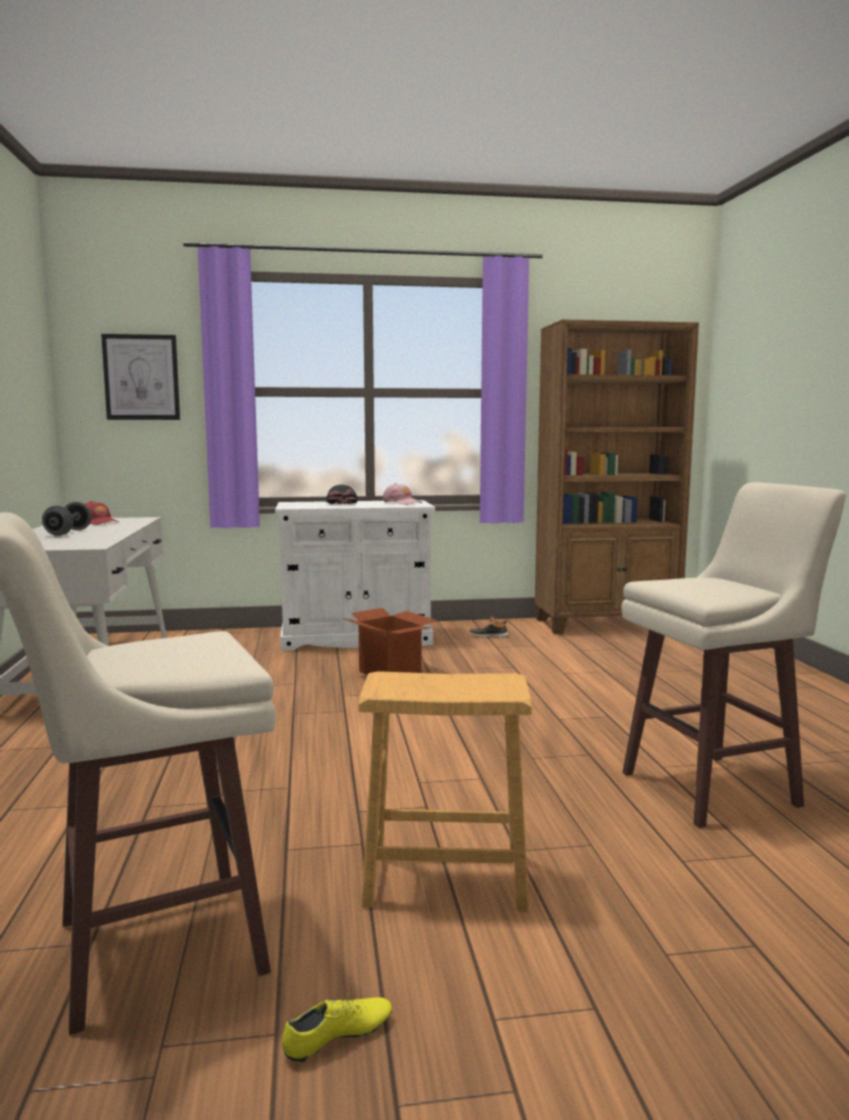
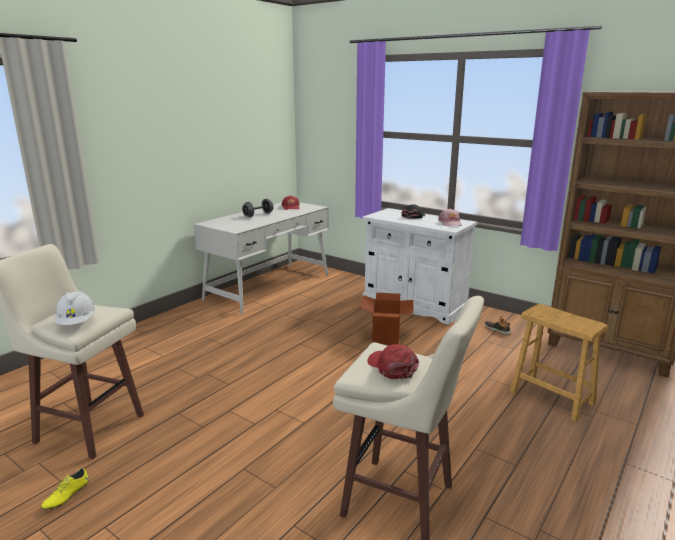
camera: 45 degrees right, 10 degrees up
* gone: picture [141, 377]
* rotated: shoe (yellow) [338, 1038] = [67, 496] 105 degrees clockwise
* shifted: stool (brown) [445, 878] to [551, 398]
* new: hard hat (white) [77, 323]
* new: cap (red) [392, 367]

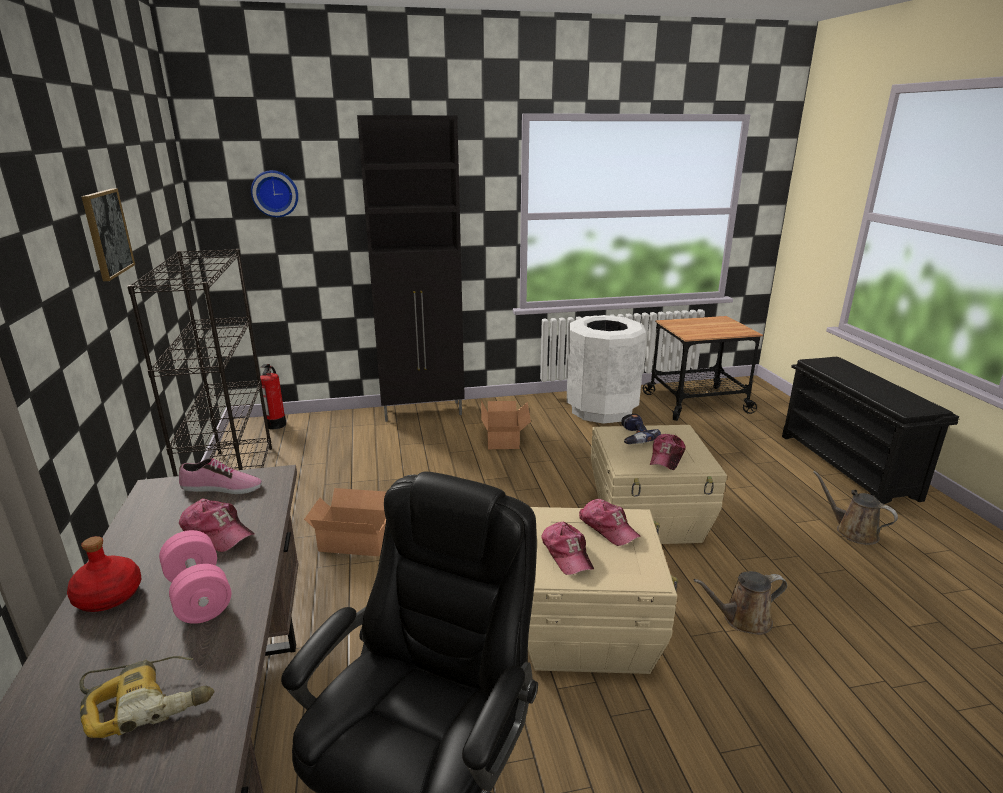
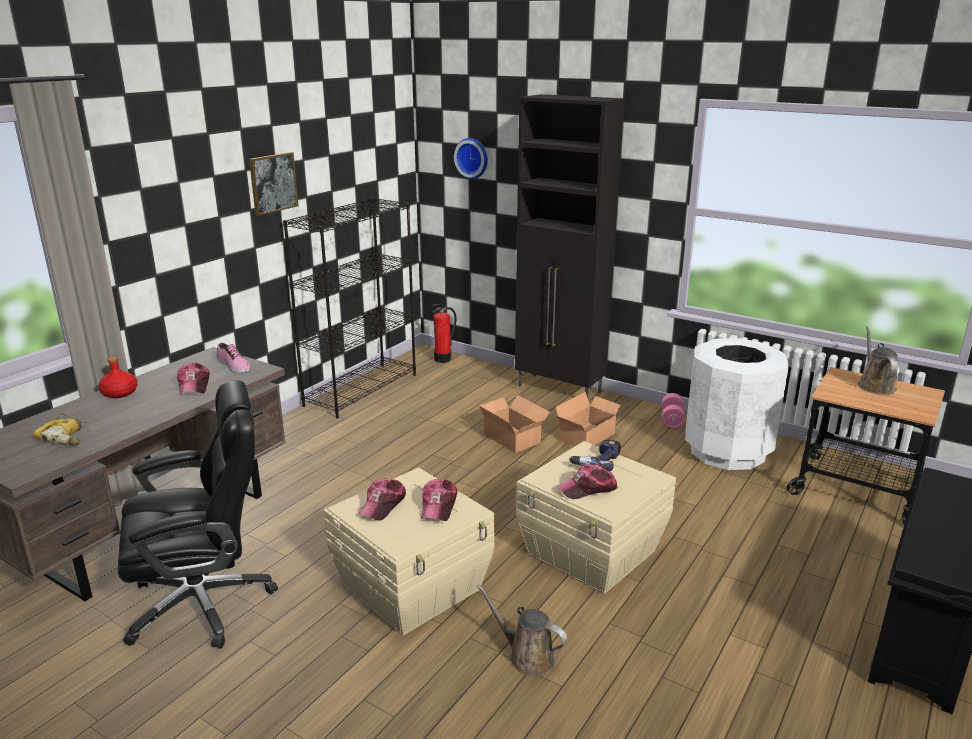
camera: 45 degrees right, 0 degrees up
* shifted: dumbbell (pink) [199, 594] to [672, 420]
* shifted: cardboard box [355, 539] to [513, 437]
* shifted: watering can (brown) [852, 531] to [875, 385]

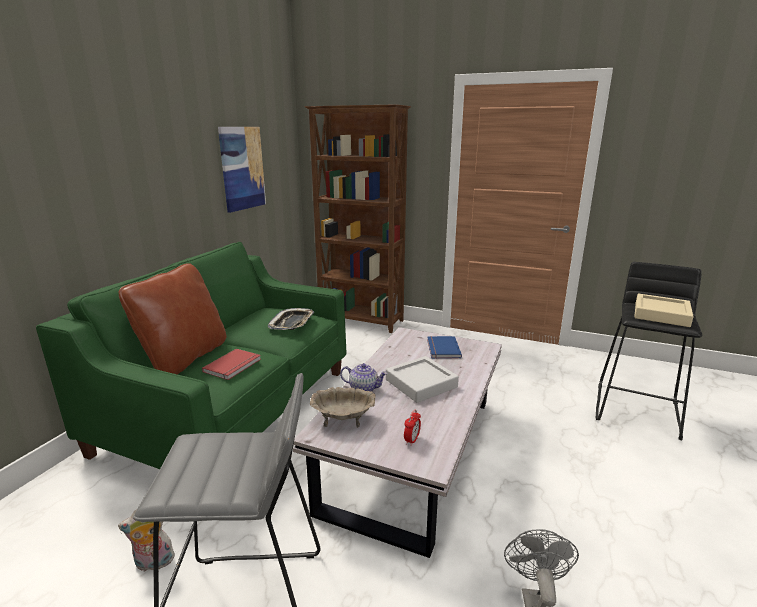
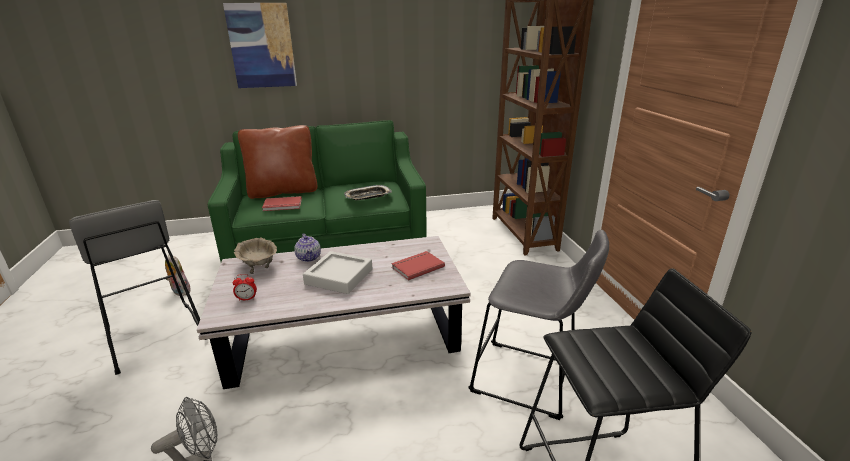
camera: 55 degrees right, 5 degrees up
* shifted: picture [242, 168] to [262, 46]
* repainted: book (blue) [442, 349] to book (red) [417, 266]
* gone: tray (beige) [661, 314]
* new: stool (grey) [529, 380]

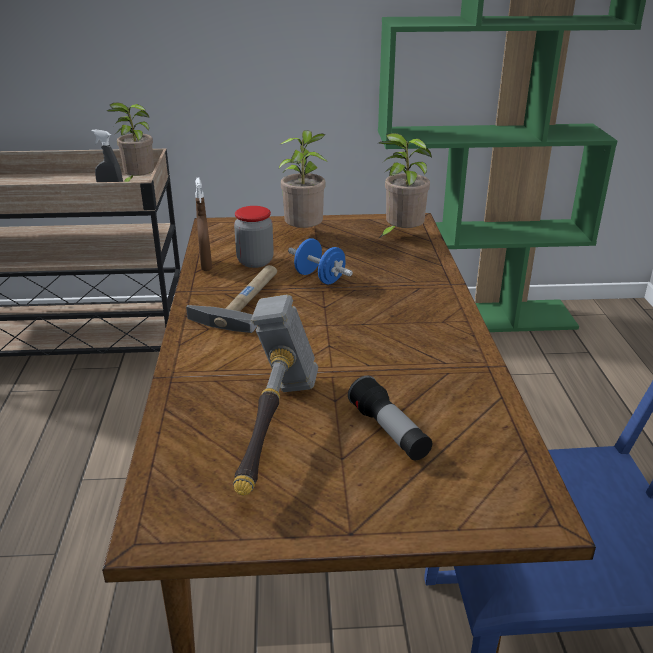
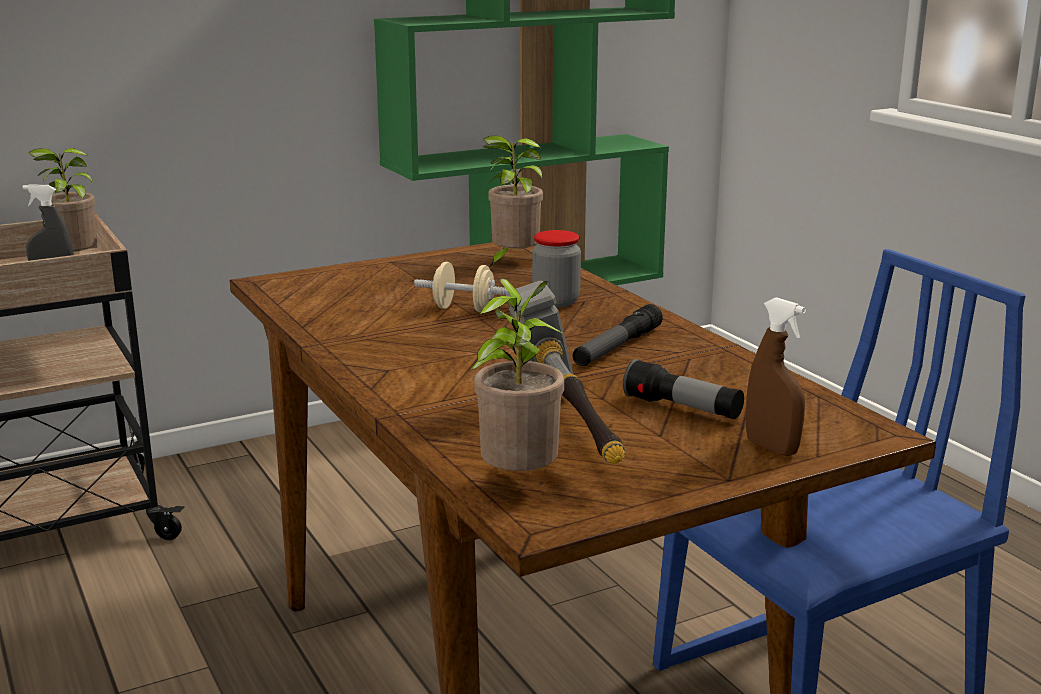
camera: 25 degrees left, 10 degrees down
* gone: hammer [244, 300]
* shifted: spray bottle (brown) [206, 265] to [771, 447]
* shifted: jar [255, 261] to [556, 302]
* shifted: potted plant [305, 234] to [518, 481]
* repainted: dumbbell (blue) [320, 278] to dumbbell (beige) [464, 309]
* new: flashlight [617, 347]

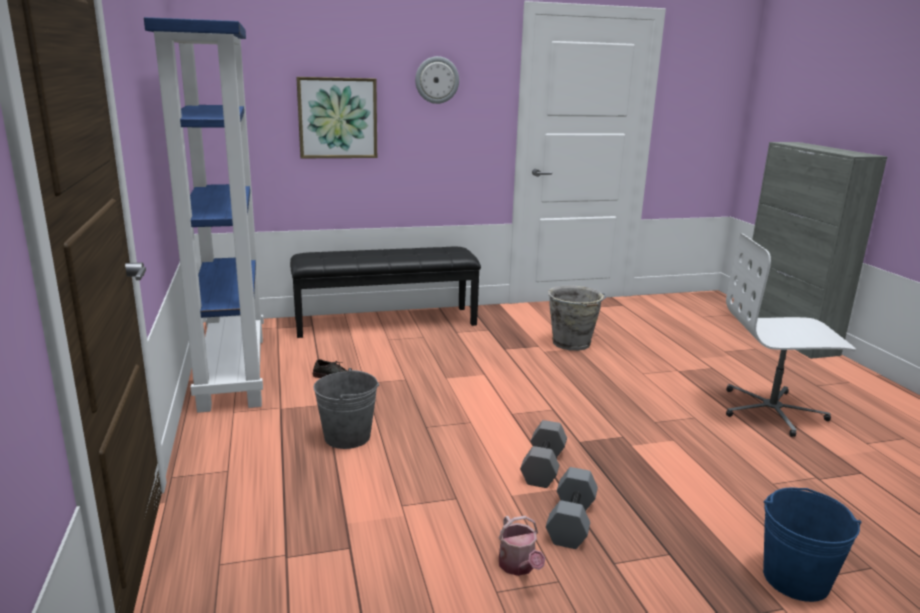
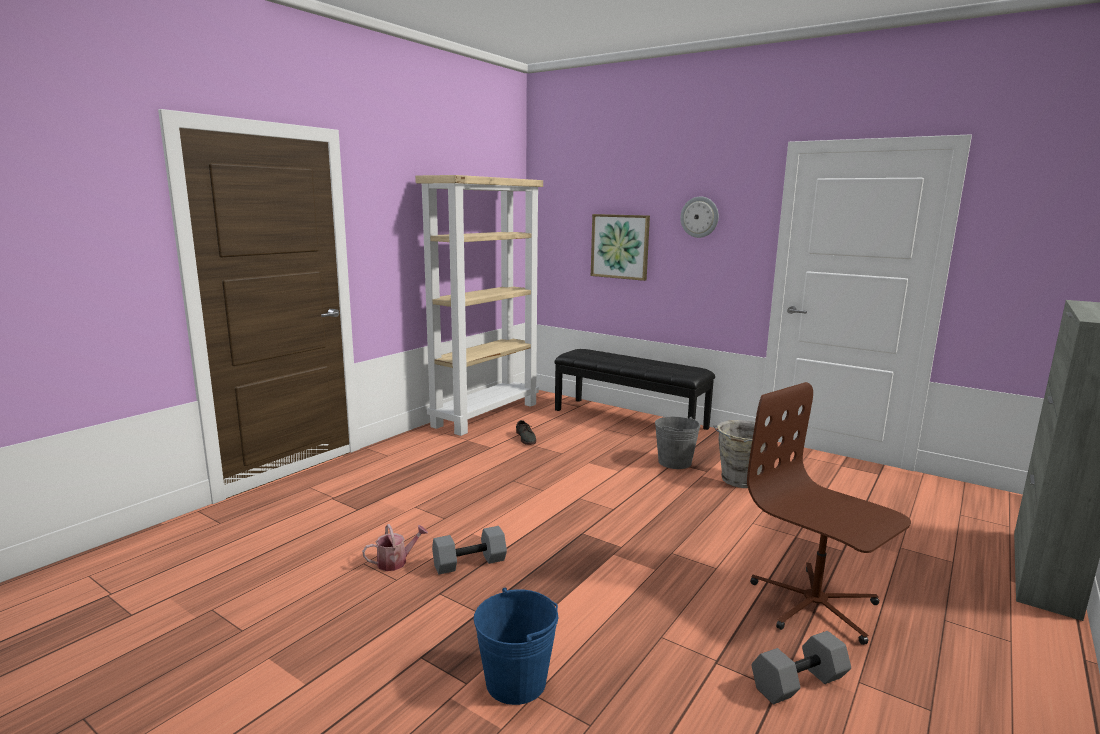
camera: 50 degrees right, 5 degrees down
* repainted: bookcase (blue) [232, 370] to bookcase (beige) [486, 414]
* shifted: bucket (grey) [347, 437] to [674, 462]
* rotated: watering can [519, 566] = [396, 562] 150 degrees counterclockwise
* shifted: dumbbell (grey) [544, 467] to [799, 684]
* repainted: office chair (white) [772, 411] to office chair (brown) [814, 605]

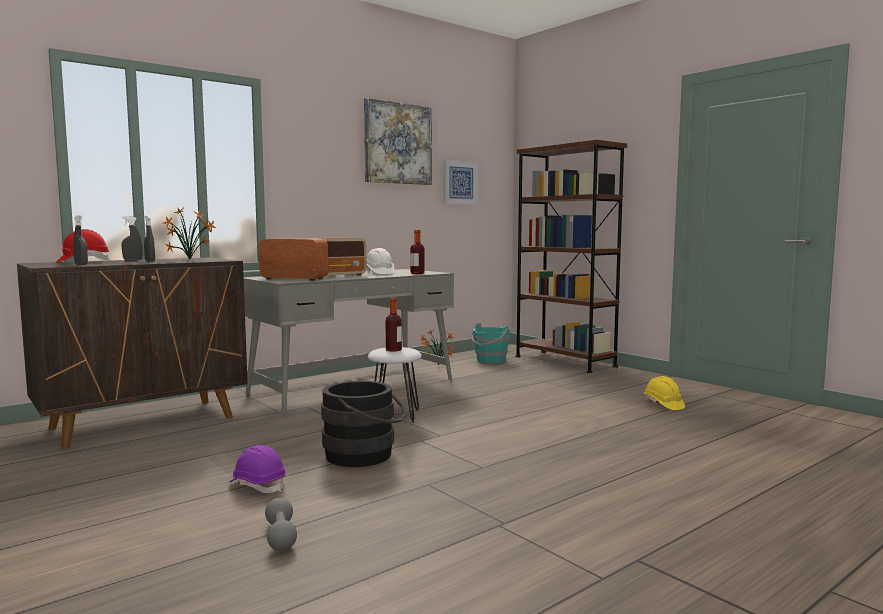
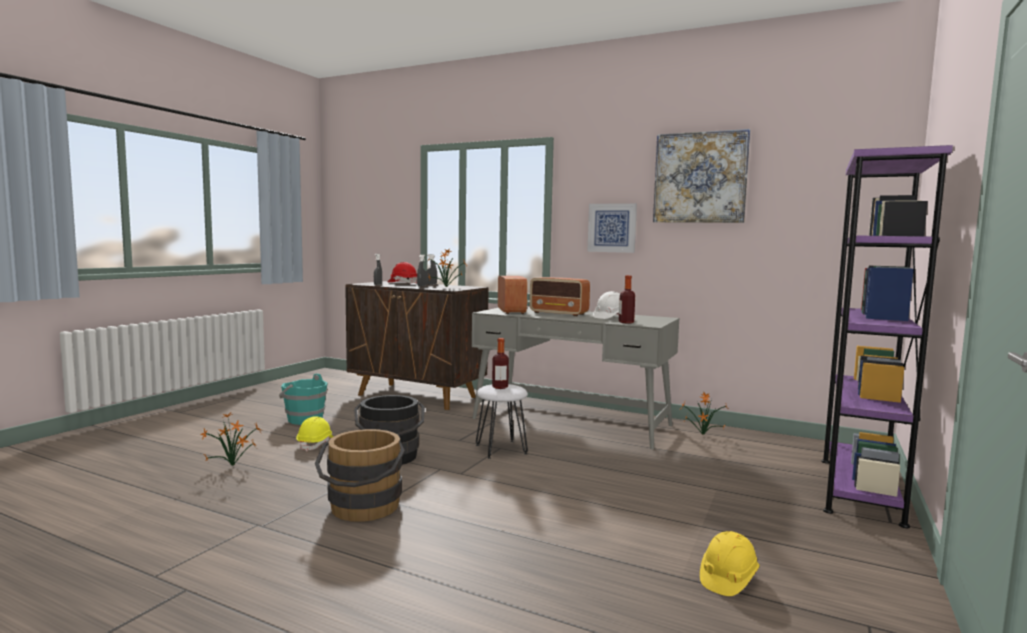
camera: 65 degrees right, 0 degrees up
* repainted: hard hat (purple) [258, 485] to hard hat (yellow) [316, 444]
* swapped: dumbbell (grey) [280, 536] to potted plant [234, 466]
* shifted: picture [459, 182] to [612, 228]
* shifted: bucket (turquoise) [490, 360] to [304, 419]
* repainted: bookcase (brown) [564, 361] to bookcase (purple) [859, 490]
* new: bucket (brown) [362, 509]

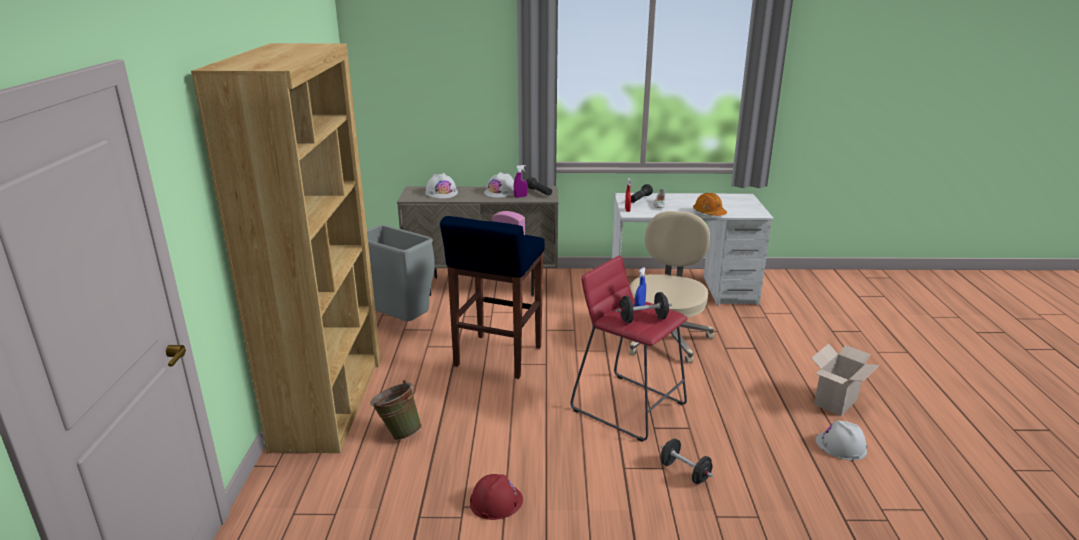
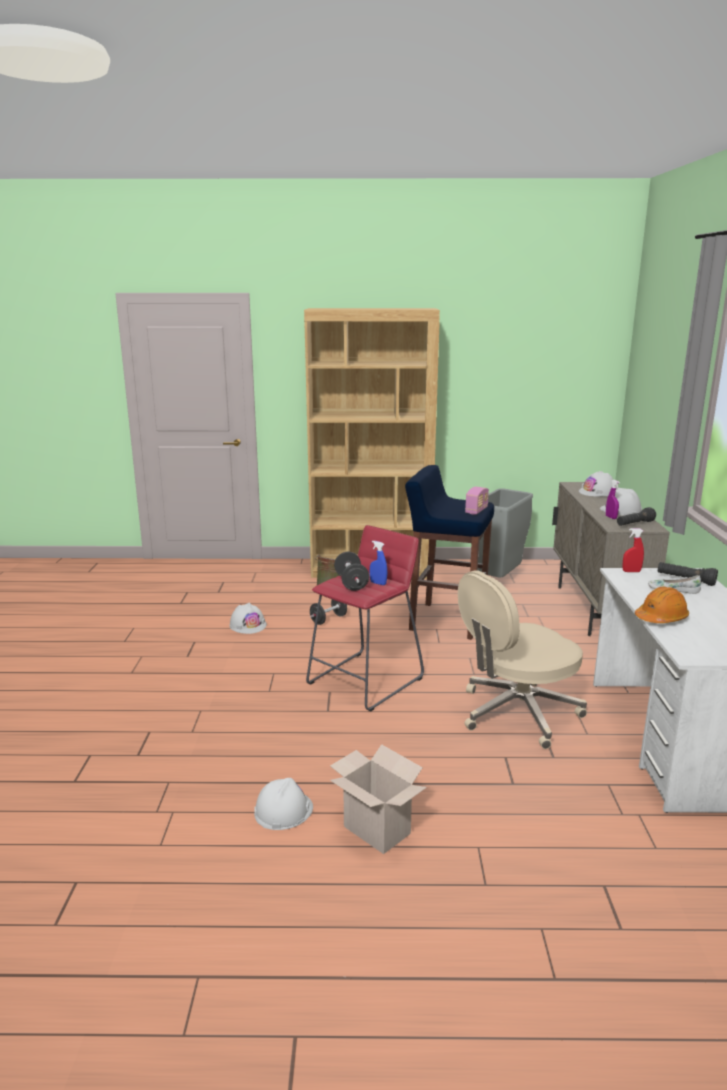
camera: 90 degrees right, 5 degrees down
* repainted: hard hat (red) [496, 501] to hard hat (white) [248, 625]
* rotated: office chair (beige) [665, 338] = [516, 713] 135 degrees clockwise
* shifted: dumbbell (black) [684, 472] to [328, 619]

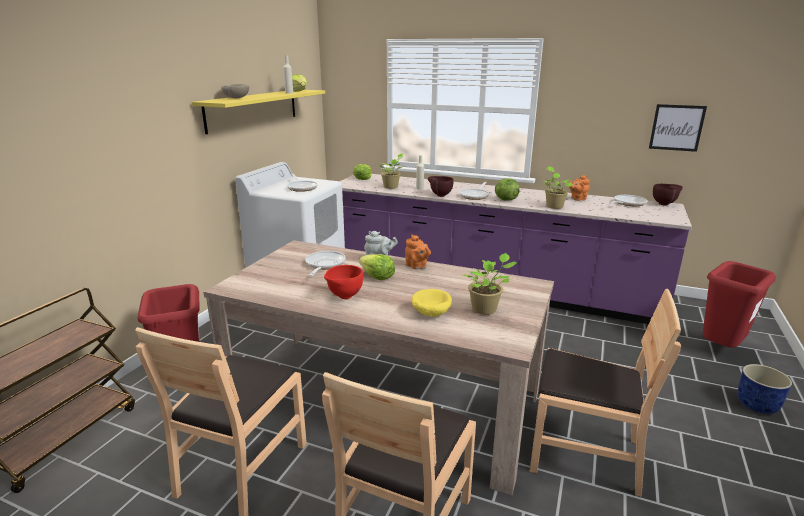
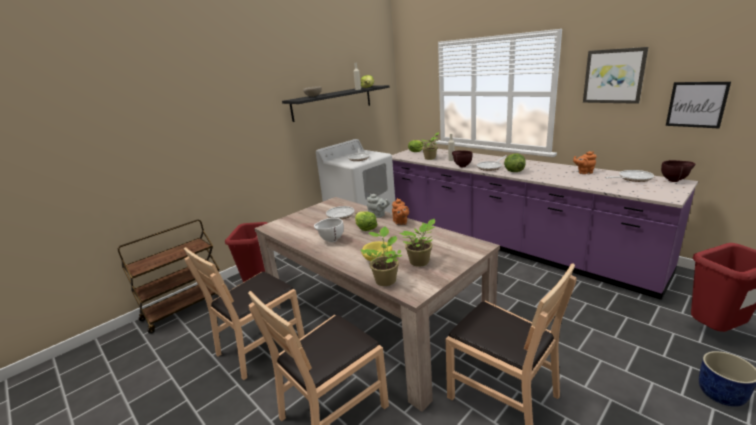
camera: 25 degrees right, 0 degrees up
* repainted: shelf (yellow) [253, 109] to shelf (black) [332, 102]
* repainted: bowl (red) [344, 297] to bowl (white) [331, 241]
* shifted: potted plant [553, 206] to [385, 280]
* new: picture [613, 76]

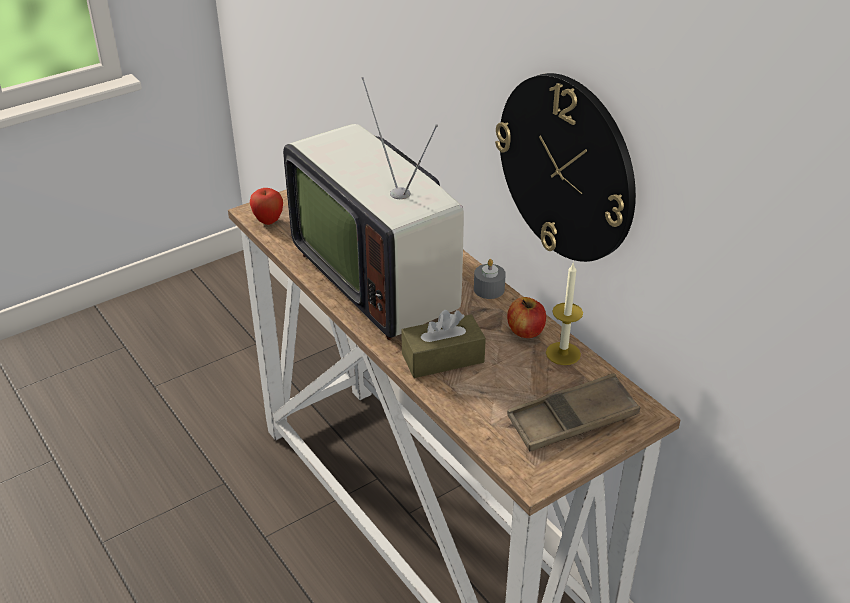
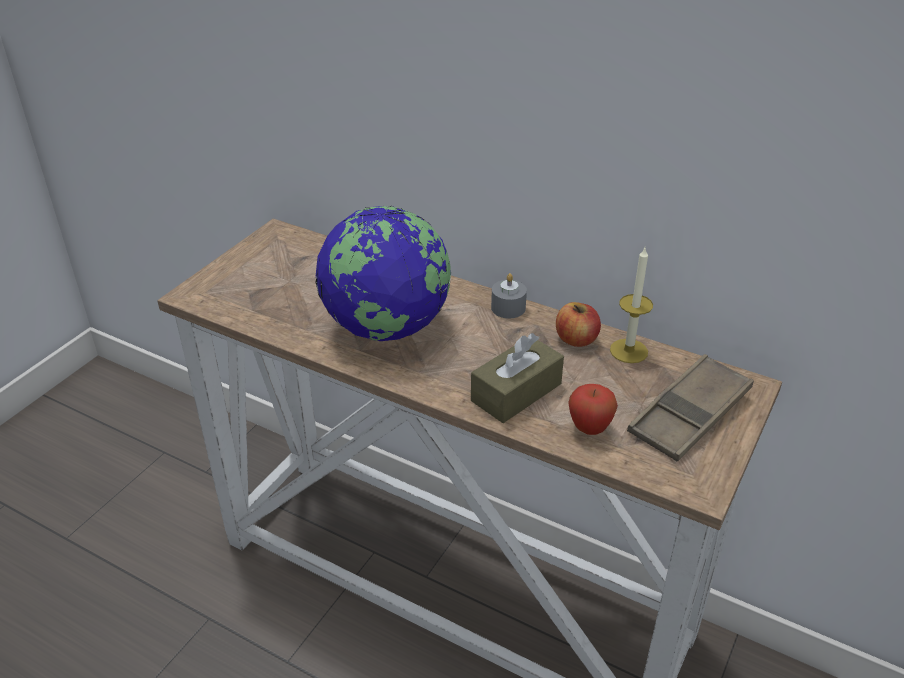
camera: 25 degrees left, 0 degrees up
* shifted: apple [268, 221] to [589, 429]
* swapped: television [380, 277] to globe [387, 327]
* gone: wall clock [566, 168]

